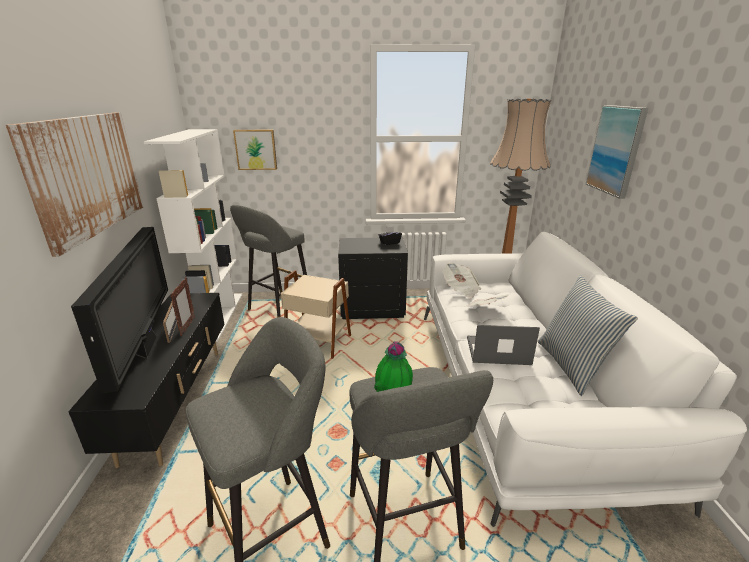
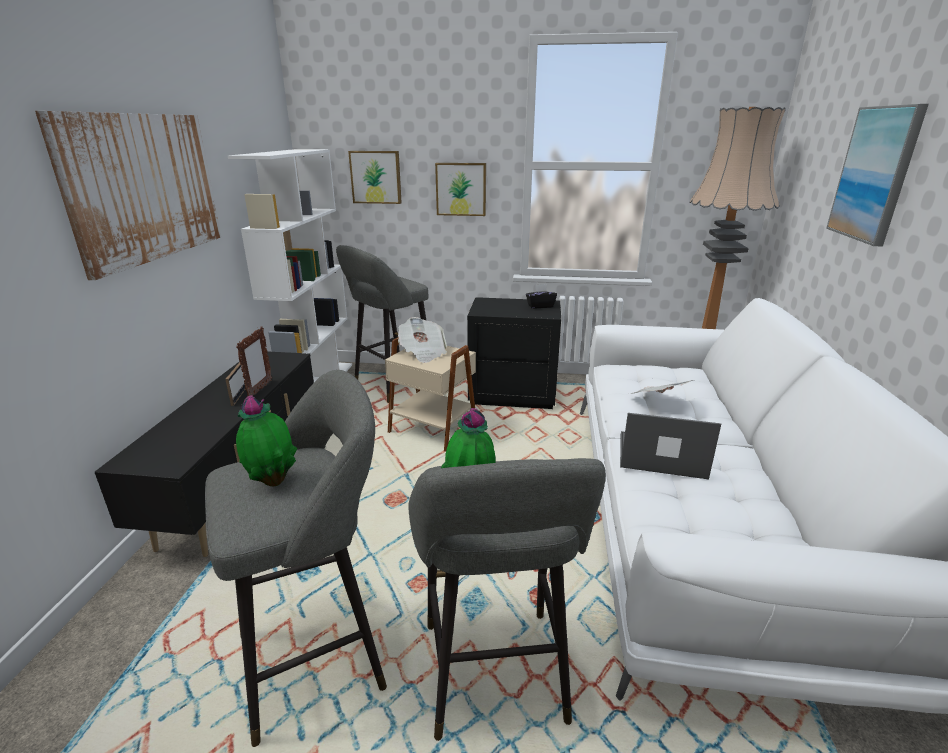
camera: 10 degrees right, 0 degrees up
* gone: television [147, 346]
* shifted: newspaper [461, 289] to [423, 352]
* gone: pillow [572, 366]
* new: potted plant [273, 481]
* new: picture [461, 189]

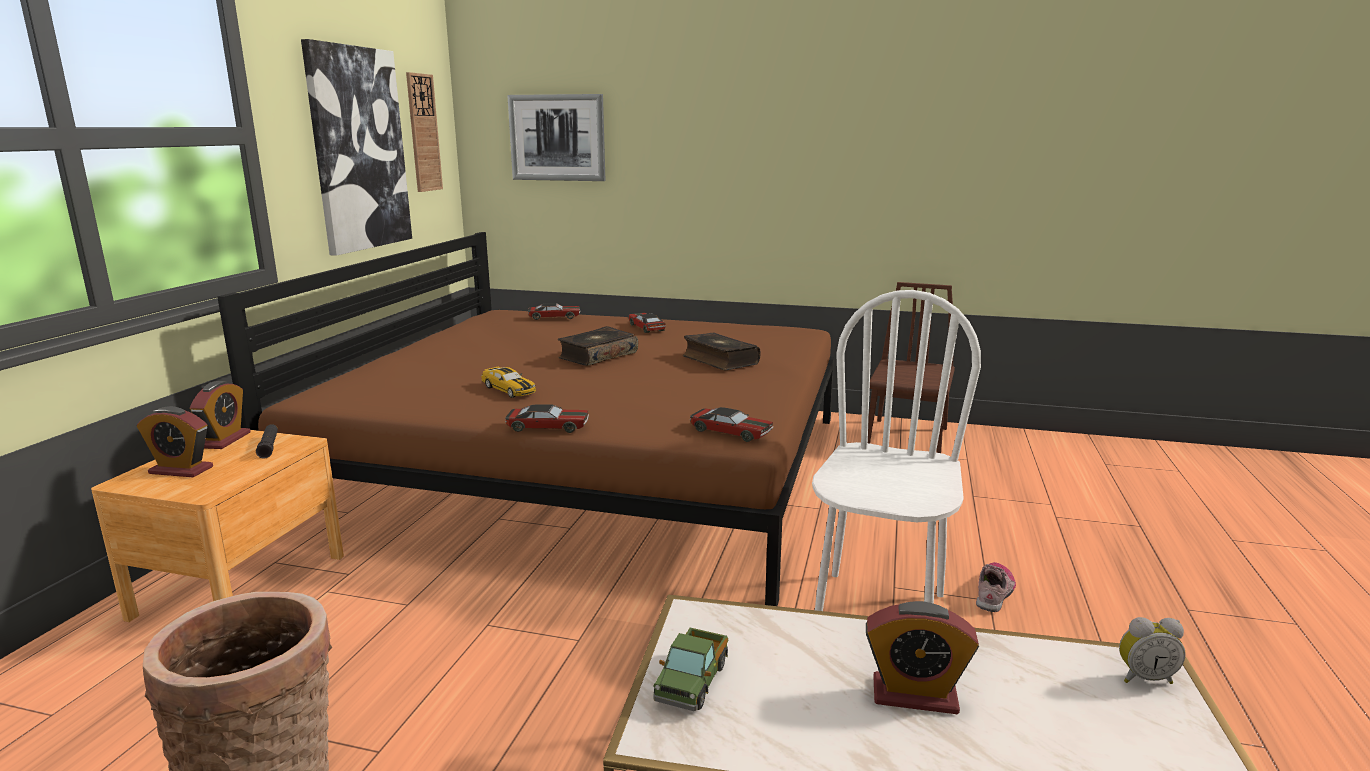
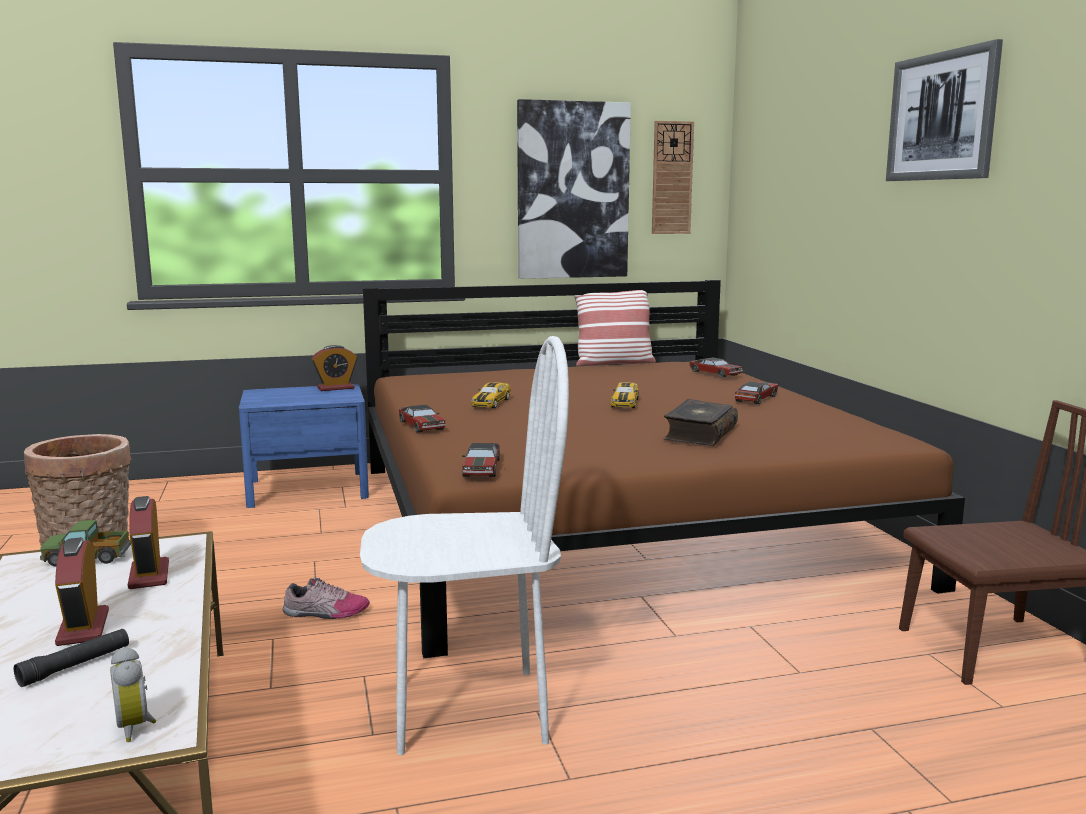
camera: 60 degrees right, 5 degrees down
* repainted: nightstand (brown) [241, 585] to nightstand (blue) [307, 489]
* shifted: alarm clock [181, 470] to [149, 575]
* shifted: flashlight (black) [269, 446] to [75, 666]
* shifted: picture [557, 138] to [942, 116]
* swapped: book [597, 356] to toy car [625, 403]
* shifted: shoe [994, 593] to [325, 612]
* new: pillow [613, 363]

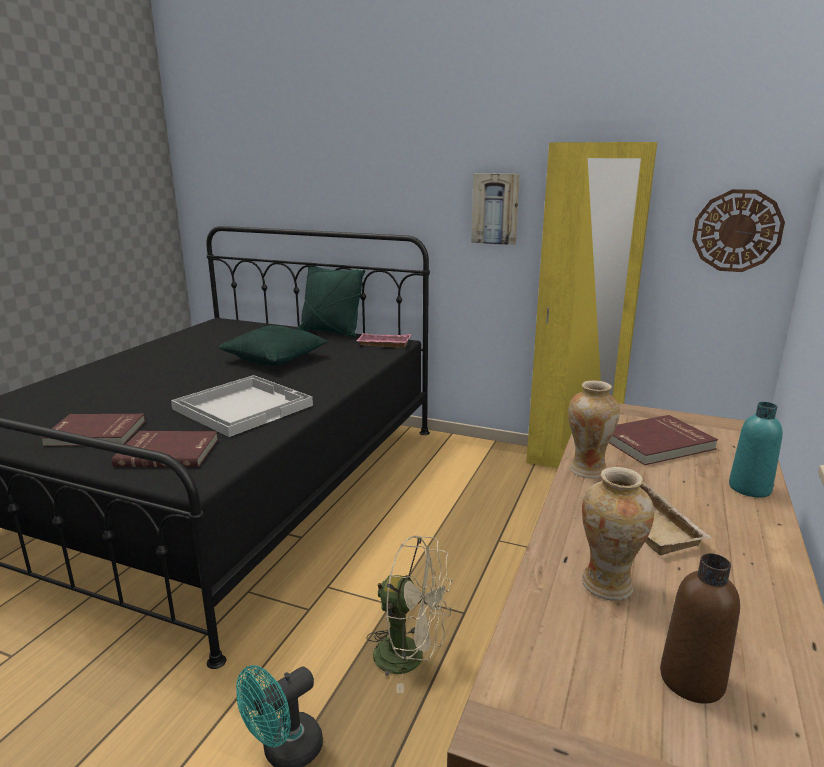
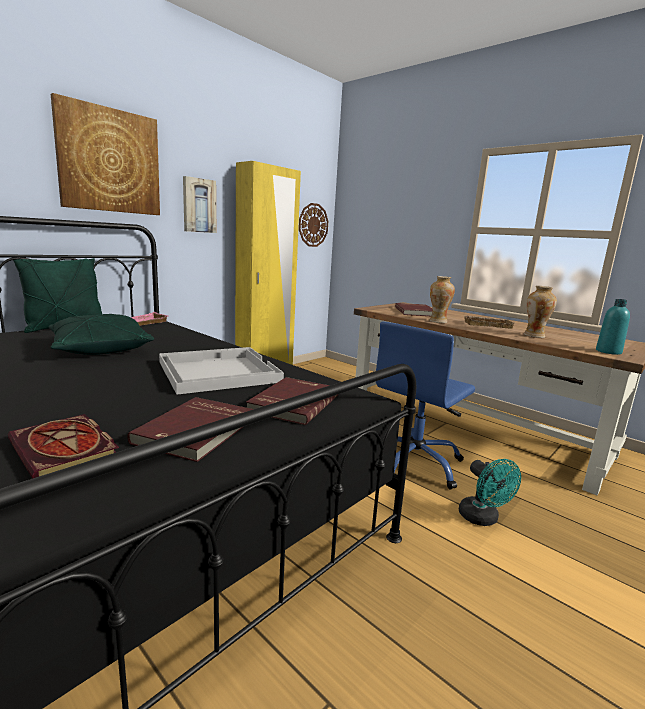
camera: 70 degrees left, 5 degrees down
* swapped: fan (beige) [410, 657] to office chair (blue) [414, 463]
* gone: bottle (brown) [692, 680]
* shifted: bottle (turquoise) [749, 488] to [608, 351]
* new: book [67, 450]
* new: picture [109, 161]

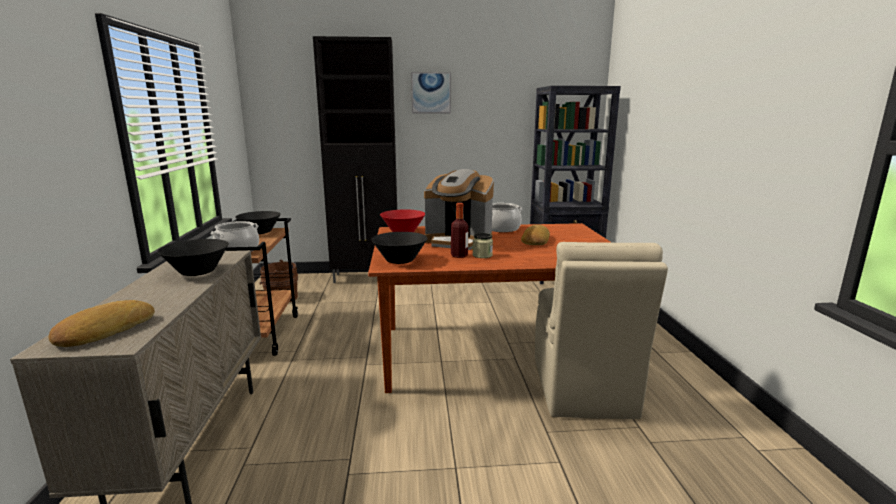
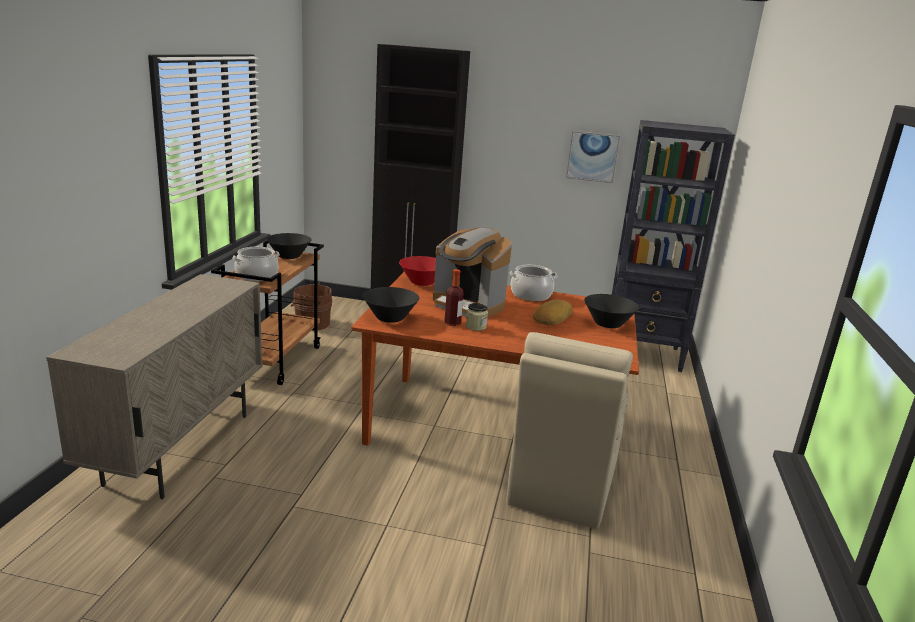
camera: 15 degrees right, 5 degrees up
* gone: bread [104, 330]
* shifted: bowl (black) [198, 272] to [608, 324]
* shifted: picture [431, 93] to [592, 156]

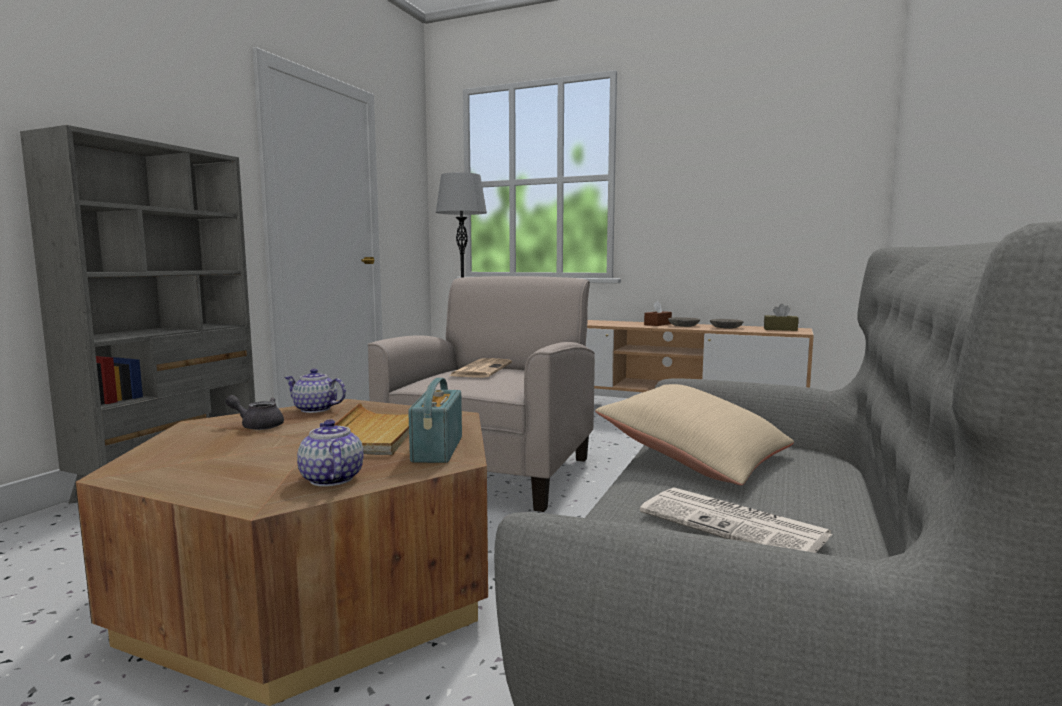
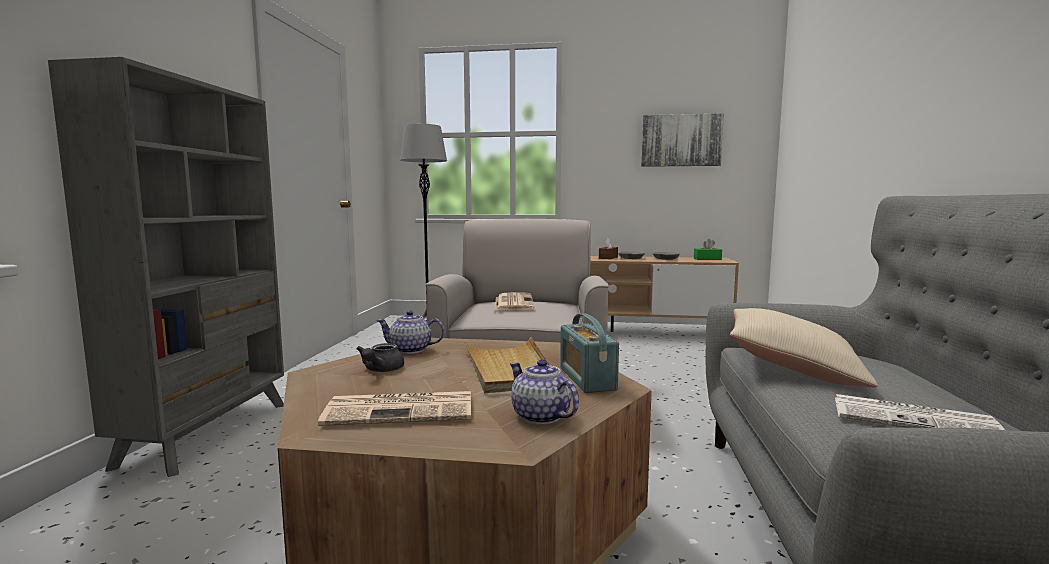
camera: 15 degrees left, 0 degrees up
* rotated: teapot (grey) [258, 426] = [380, 370] 75 degrees counterclockwise
* repainted: tissue box (brown) [780, 329] to tissue box (green) [707, 259]
* new: newspaper [403, 410]
* new: picture [681, 140]

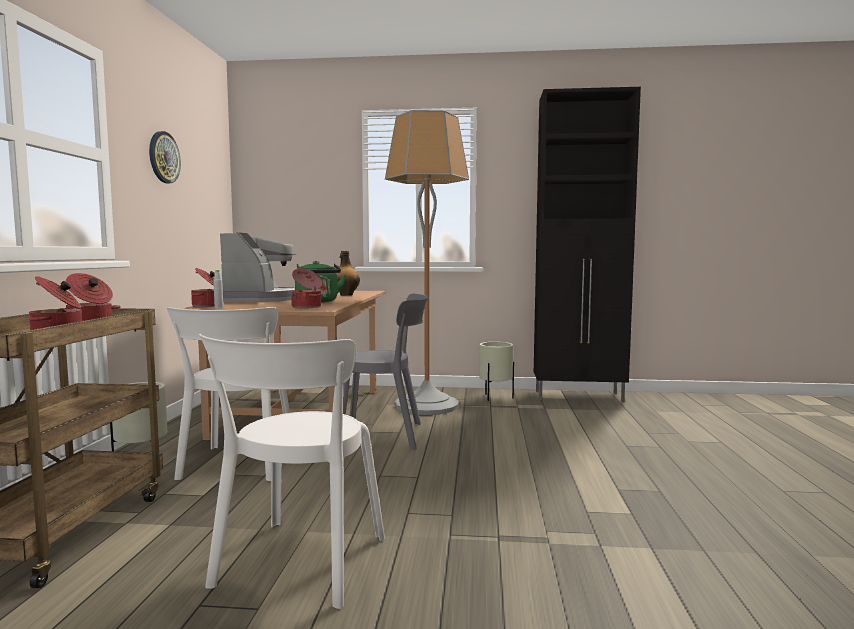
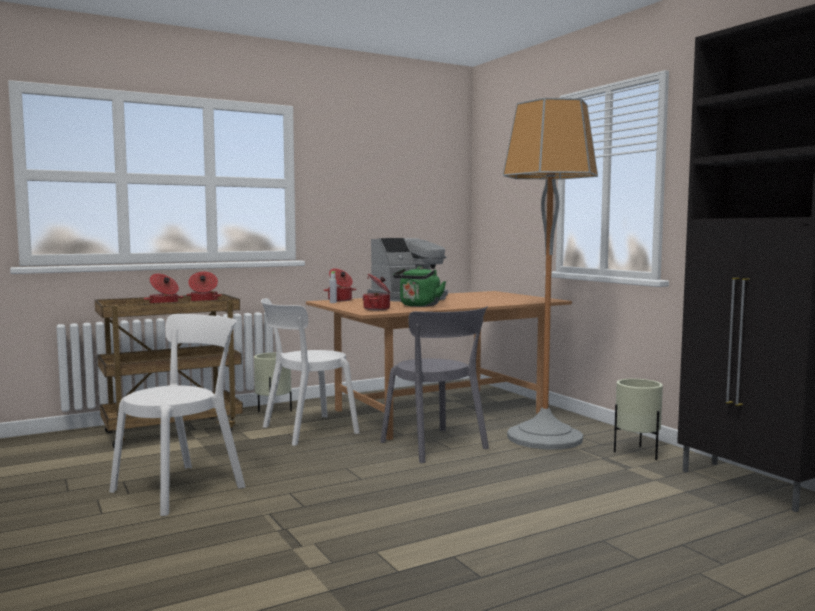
camera: 55 degrees right, 0 degrees up
* gone: wall clock [163, 157]
* rotated: chair (white) [298, 565] = [183, 487] 150 degrees clockwise
* gone: bottle [345, 295]

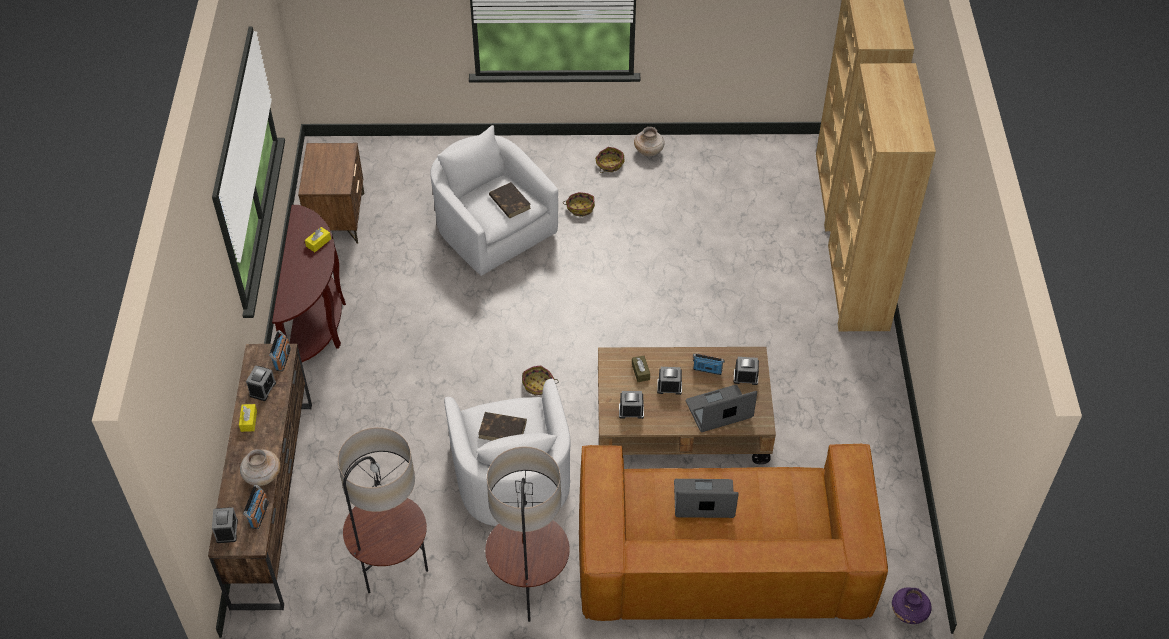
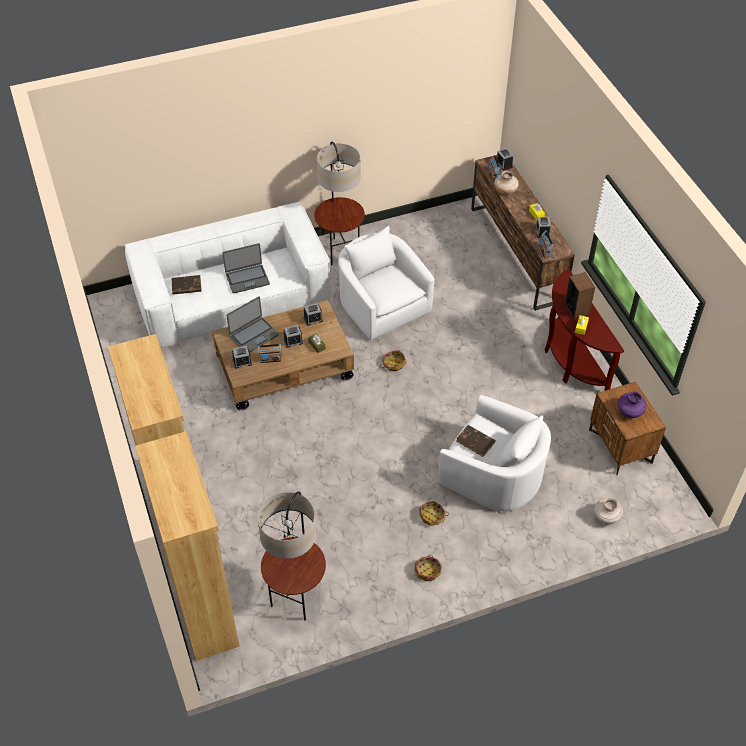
camera: 160 degrees right, 0 degrees up
* shifted: floor lamp [393, 571] to [296, 597]
* shifted: book (brown) [503, 429] to [186, 286]
* repainted: sofa (brown) [723, 558] to sofa (white) [232, 296]
* shifted: vase (beige) [649, 151] to [606, 517]
* shifted: vase (purple) [908, 613] to [629, 412]
* new: speaker [576, 308]

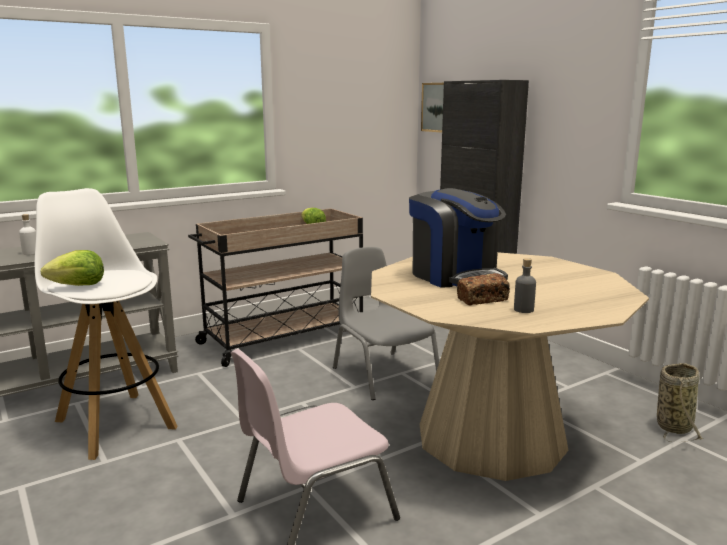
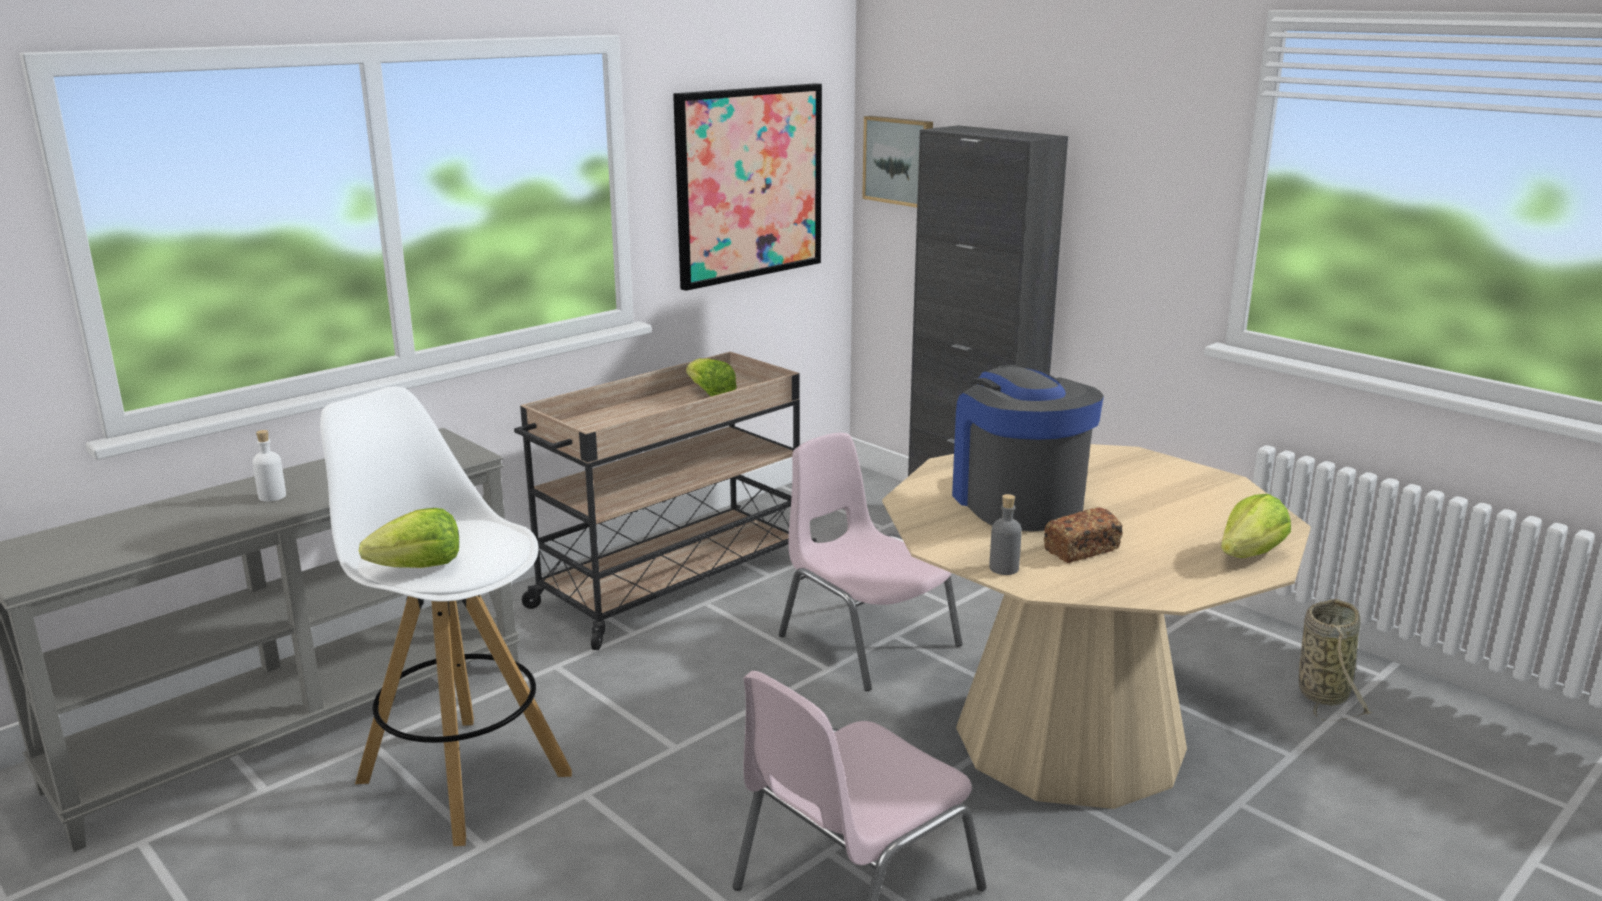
camera: 10 degrees left, 5 degrees up
* repainted: chair (grey) [384, 374] to chair (pink) [866, 640]
* rotated: coffee machine [455, 276] = [1017, 501] 150 degrees counterclockwise
* shifted: bottle (grey) [523, 310] to [1004, 568]
* new: picture [749, 184]
* new: lettuce [1249, 555]

